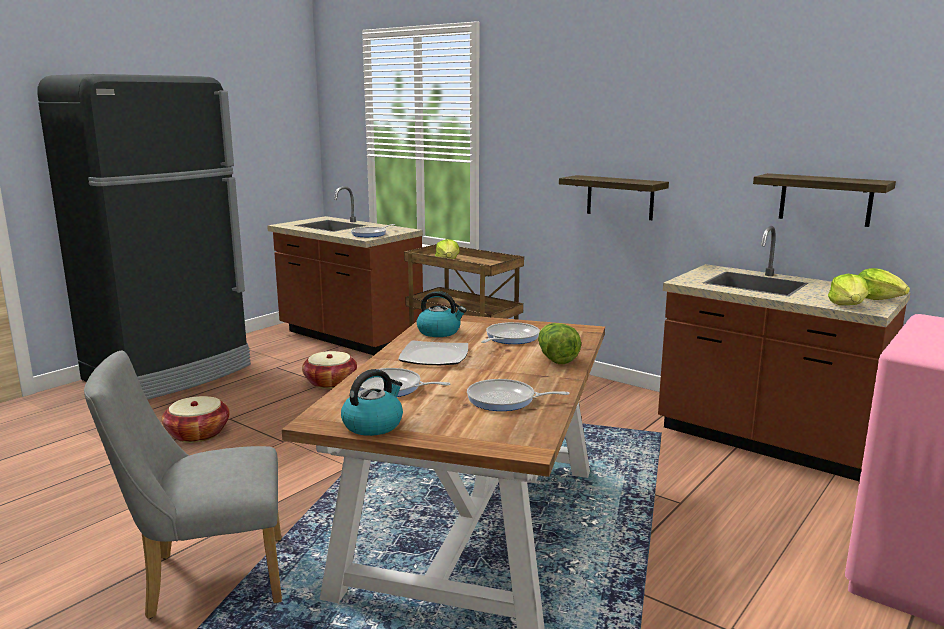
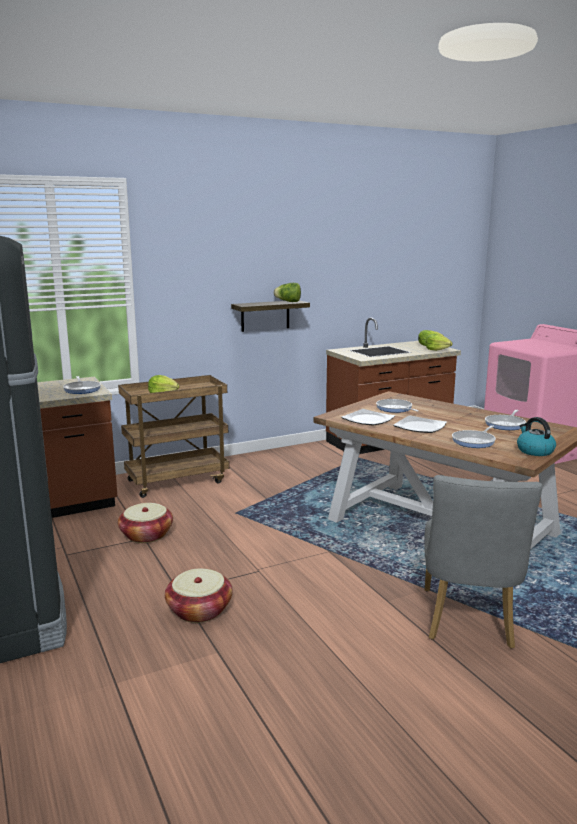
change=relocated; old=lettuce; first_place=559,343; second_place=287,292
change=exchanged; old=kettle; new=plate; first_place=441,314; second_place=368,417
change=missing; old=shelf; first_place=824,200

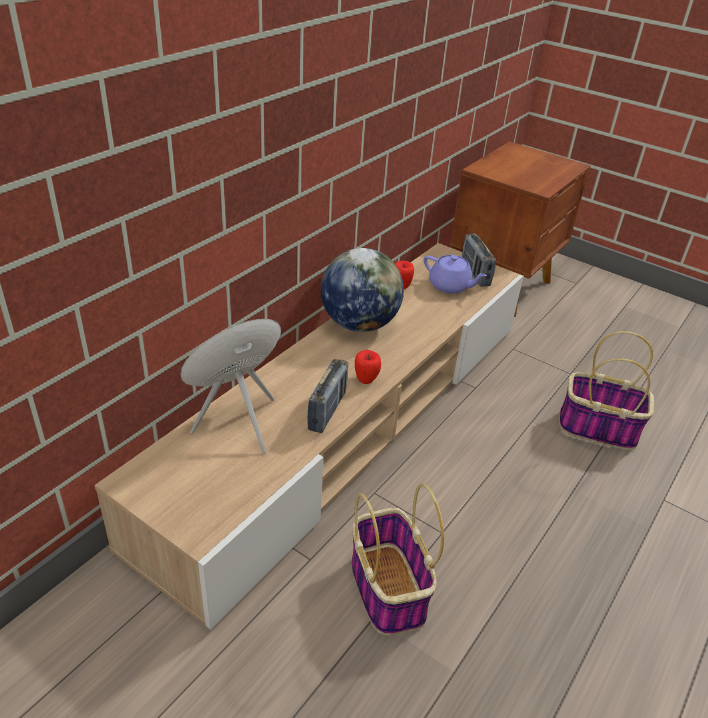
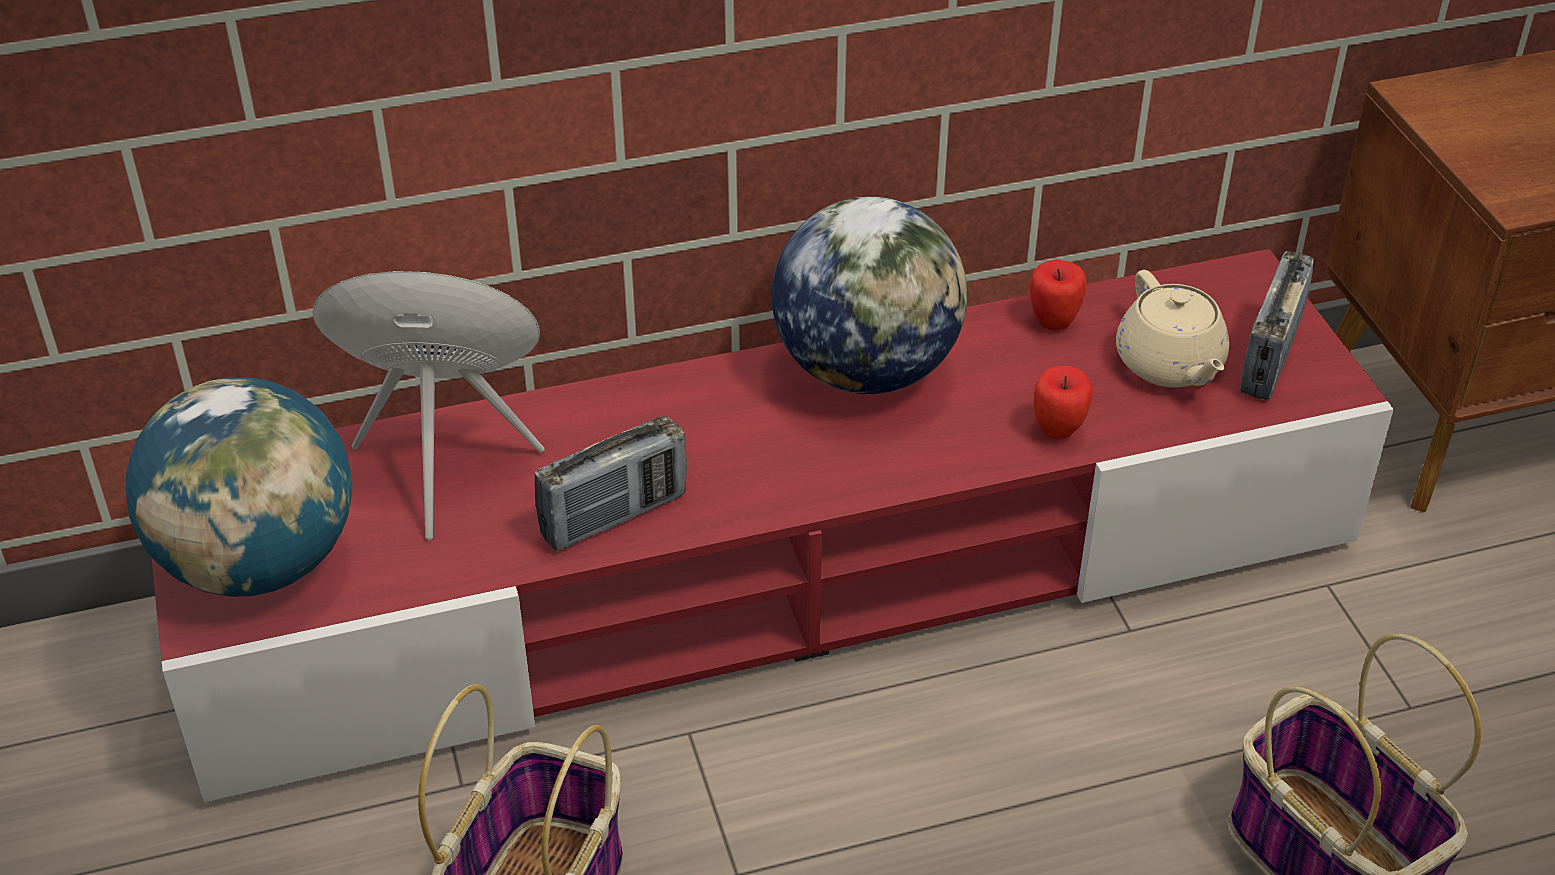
change=appeared; new=globe; second_place=239,486
change=colour; old=tv stand (beige); new=tv stand (red); first_place=309,436; second_place=772,526
change=relocated; old=apple; first_place=368,367; second_place=1063,403
change=colour; old=teapot (purple); new=teapot (beige); first_place=455,274; second_place=1172,329

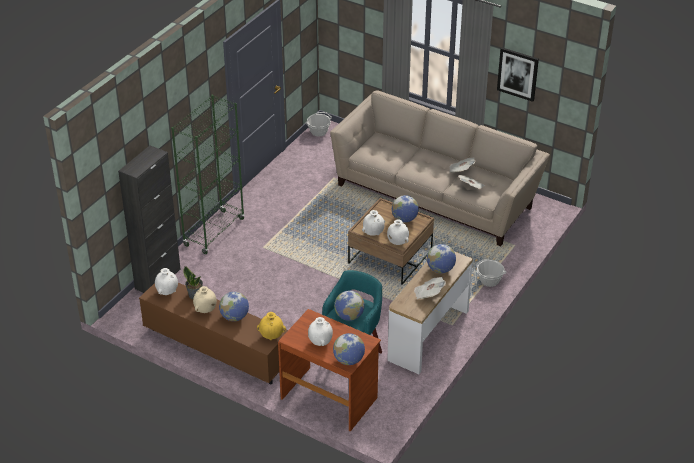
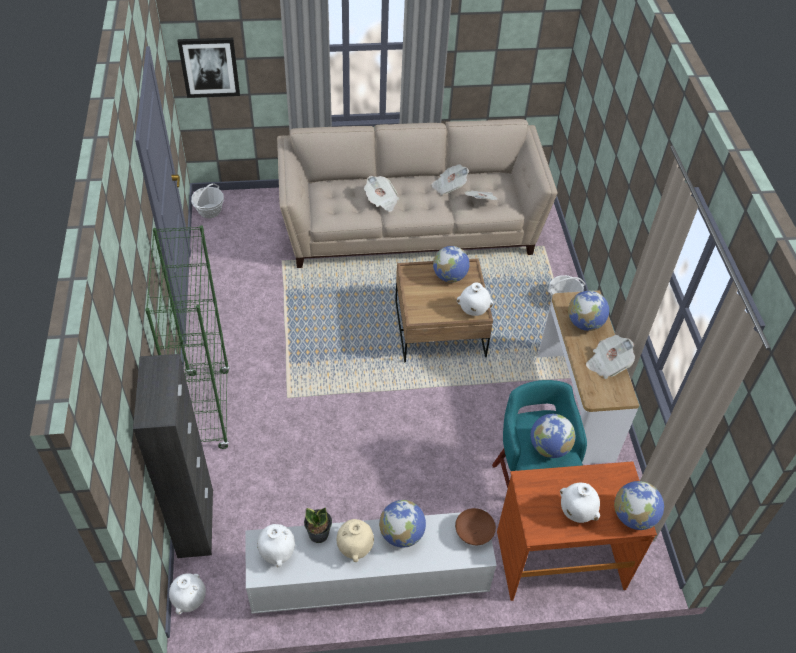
change=relocated; old=vase (white); first_place=373,223; second_place=187,593
change=relocated; old=picture; first_place=518,75; second_place=209,68
change=colour; old=tv stand (brown); new=tv stand (white); first_place=213,333; second_place=371,562
change=appeared; new=newspaper; second_place=382,194
change=exchanged; old=vase (yellow); new=bowl (brown); first_place=271,326; second_place=475,526

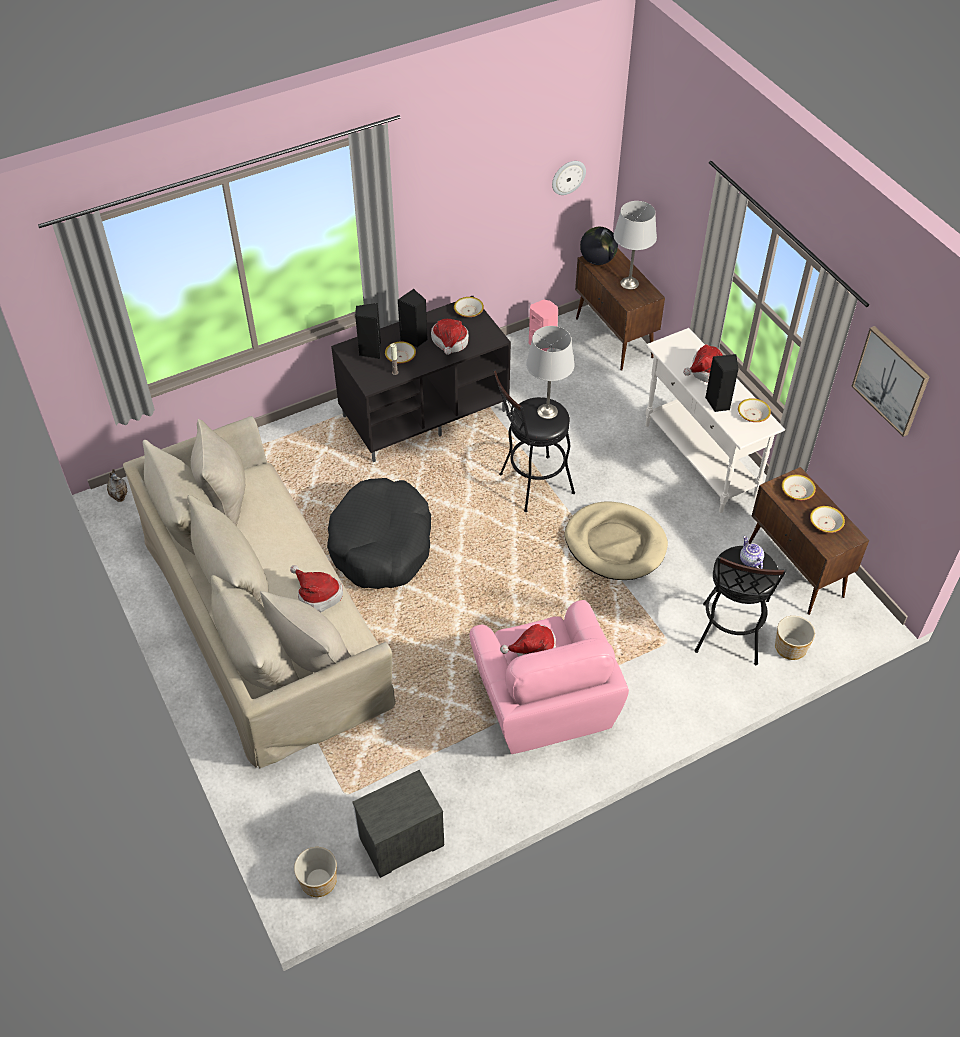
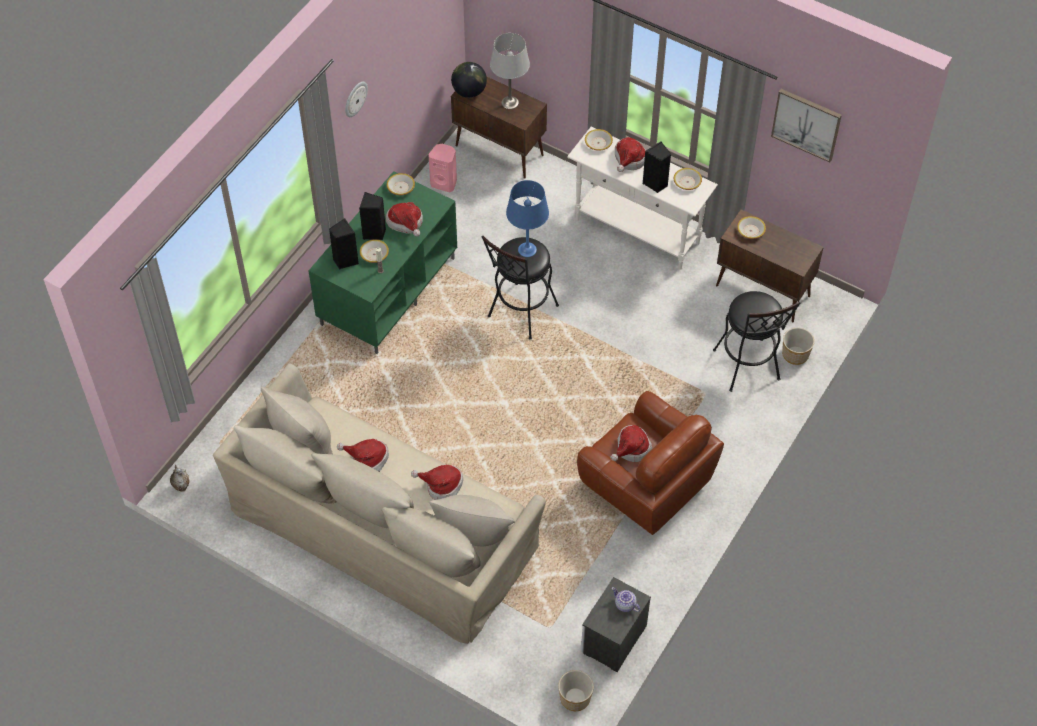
change=colour; old=tv stand (black); new=tv stand (green); first_place=421,379; second_place=383,262
change=appeared; new=hat; second_place=363,455
change=relocated; old=wall clock; first_place=569,178; second_place=356,99
change=colour; old=table lamp (grey); new=table lamp (blue); first_place=550,372; second_place=527,218
change=colour; old=armchair (pink); new=armchair (brown); first_place=549,677; second_place=650,463
change=relocated; old=bowl; first_place=827,519; second_place=599,140
change=relocated; old=teapot; first_place=752,552; second_place=626,599
change=missing; old=dog bed (black); first_place=379,533
change=missing; old=dog bed (beige); first_place=616,540

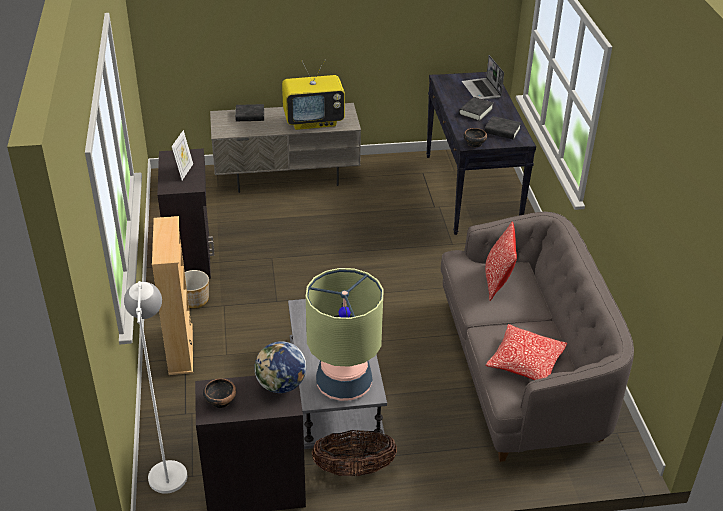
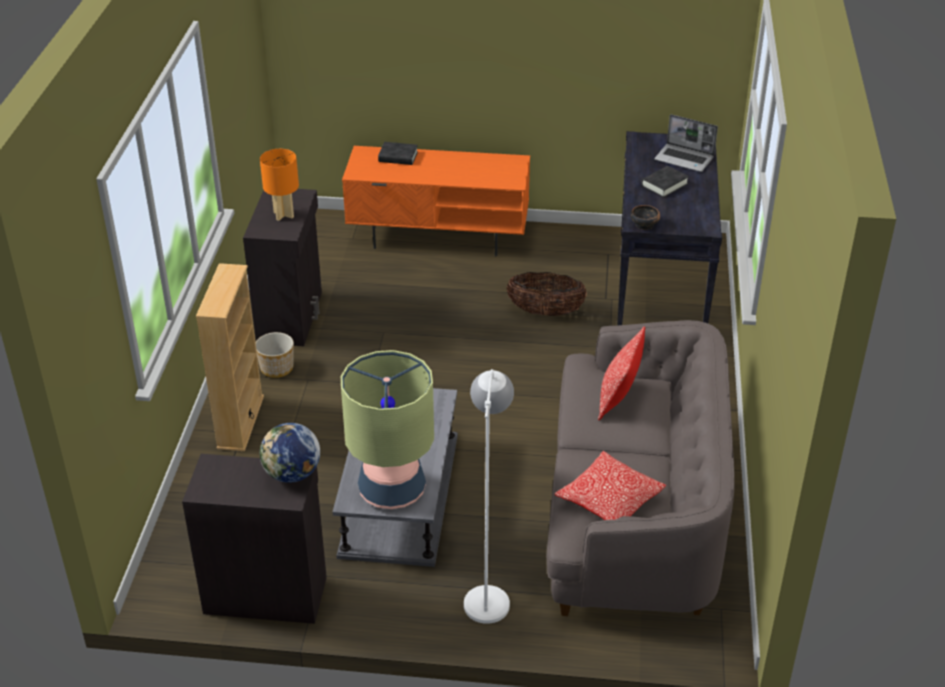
change=exchanged; old=picture frame; new=table lamp (orange); first_place=182,155; second_place=279,185
change=colour; old=tv stand (grey); new=tv stand (orange); first_place=285,148; second_place=436,201
change=relocated; old=floor lamp (white); first_place=155,387; second_place=489,496
change=relocated; old=basket; first_place=354,453; second_place=547,294
change=spun; old=laptop; first_place=483,77; second_place=686,143; degrees=-60
change=missing; old=bowl; first_place=219,393
change=missing; old=television; first_place=313,95
change=missing; old=book (black); first_place=503,128

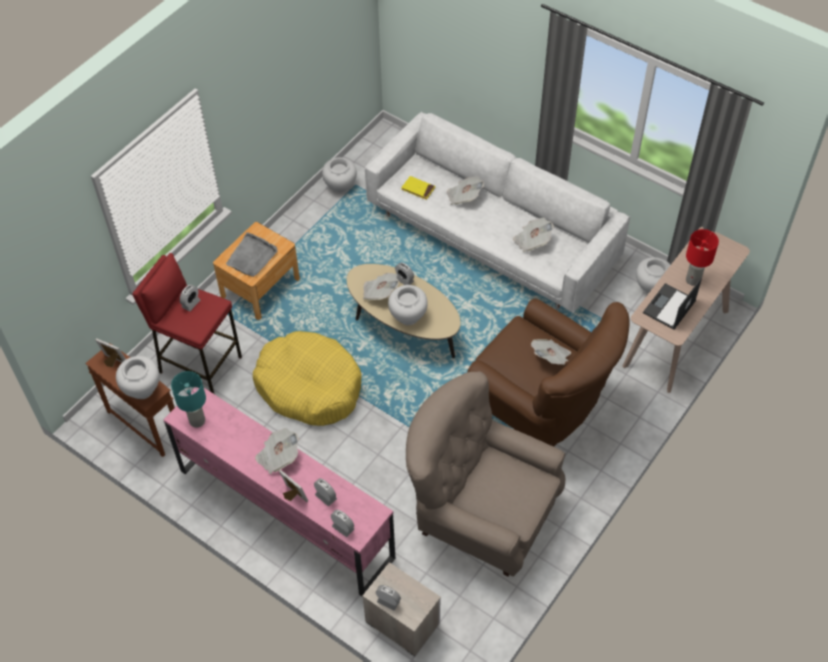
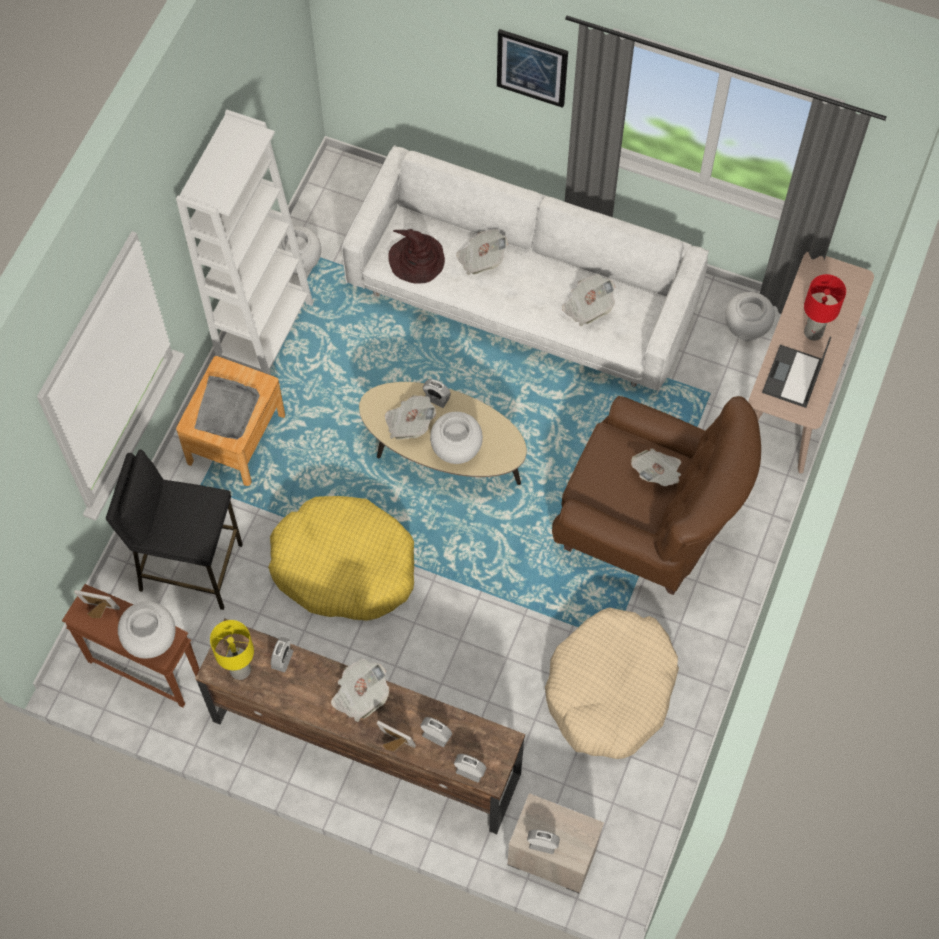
change=colour; old=stool (red); new=stool (black); first_place=187,323; second_place=174,529
change=appeared; new=bookcase (white); second_place=244,242
change=colour; old=tv stand (pink); new=tv stand (brown); first_place=279,491; second_place=360,726
change=colour; old=table lamp (turquoise); new=table lamp (yellow); first_place=188,399; second_place=232,650
change=relocated; old=alarm clock; first_place=190,298; second_place=282,654
change=exchanged; old=book (yellow); new=hat (brown); first_place=418,188; second_place=416,256
change=appeared; new=picture; second_place=532,68
change=exchanged; old=armchair (beige); new=dog bed (beige); first_place=485,473; second_place=612,683

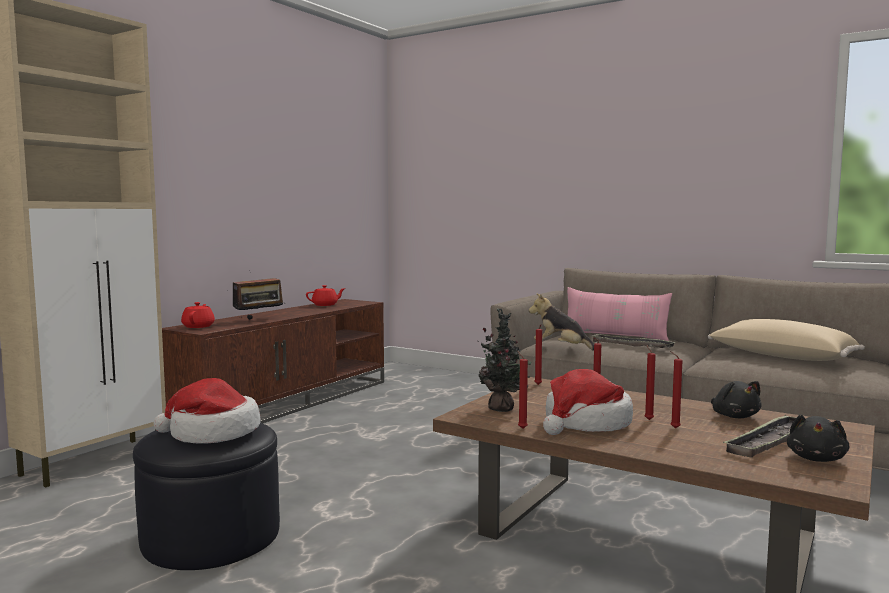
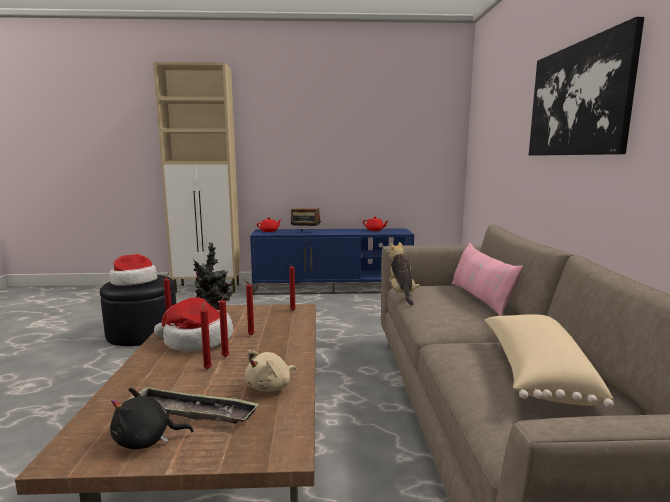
change=colour; old=plush toy (black); new=plush toy (beige); first_place=736,399; second_place=270,371
change=colour; old=tv stand (brown); new=tv stand (blue); first_place=273,361; second_place=332,261
change=appeared; new=picture; second_place=586,86
change=missing; old=tray; first_place=633,340

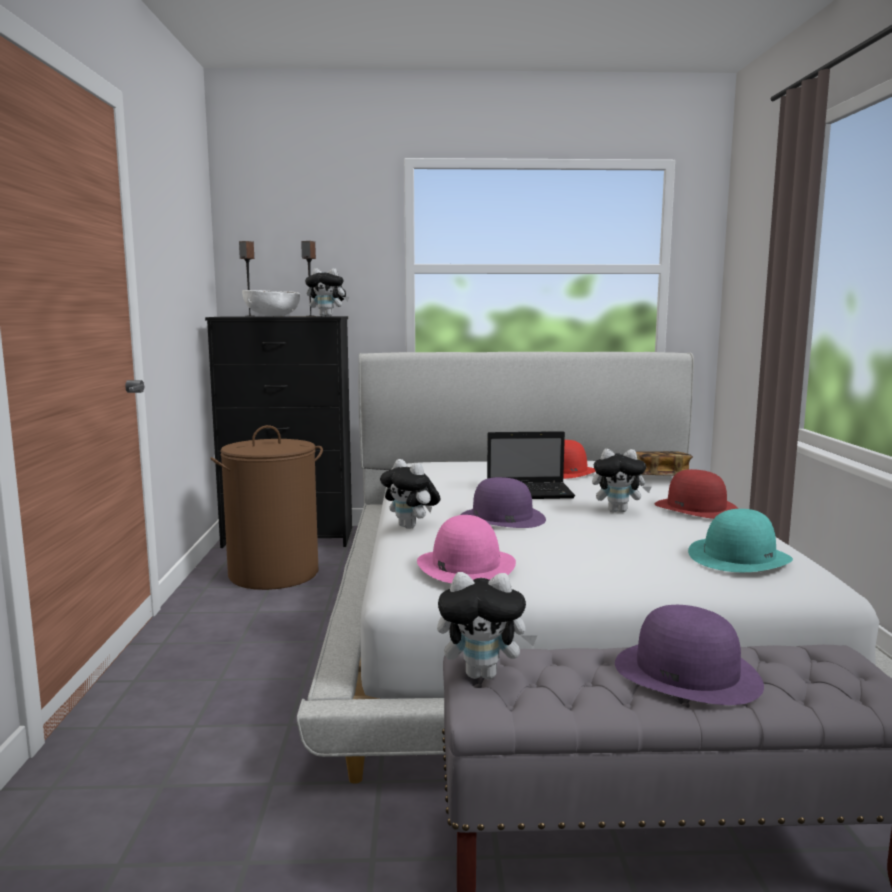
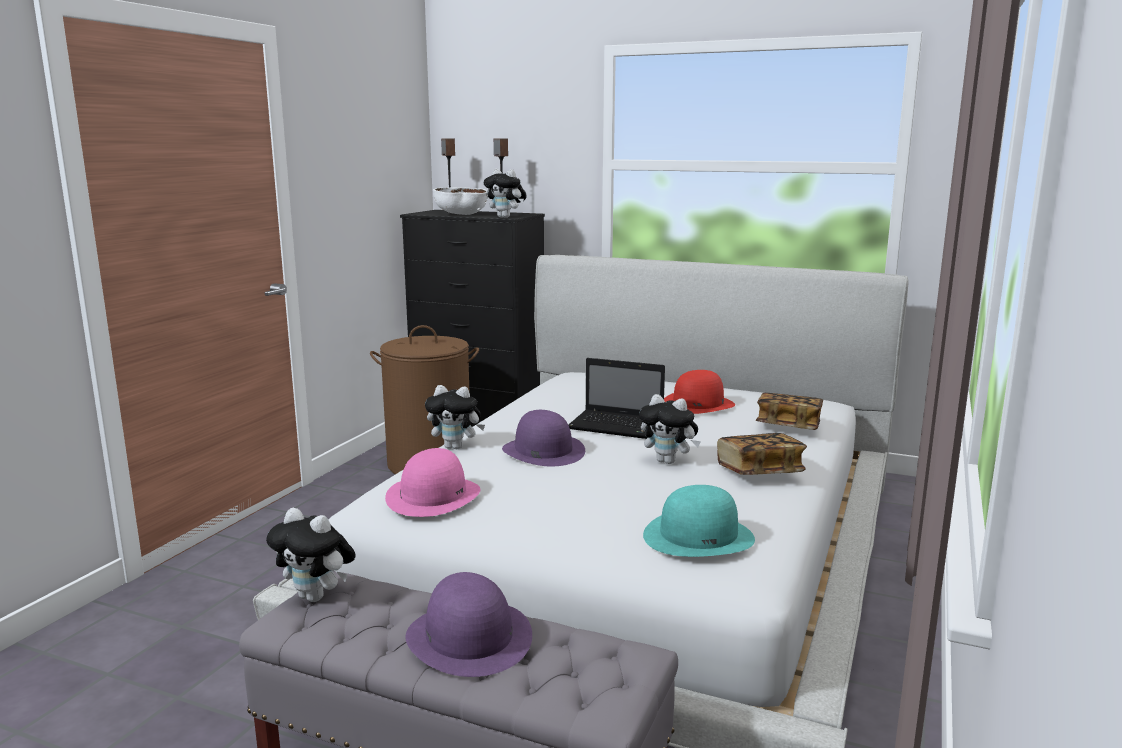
change=spun; old=plush toy; first_place=410,494; second_place=455,417; degrees=-60
change=exchanged; old=hat (red); new=book; first_place=697,494; second_place=762,454

